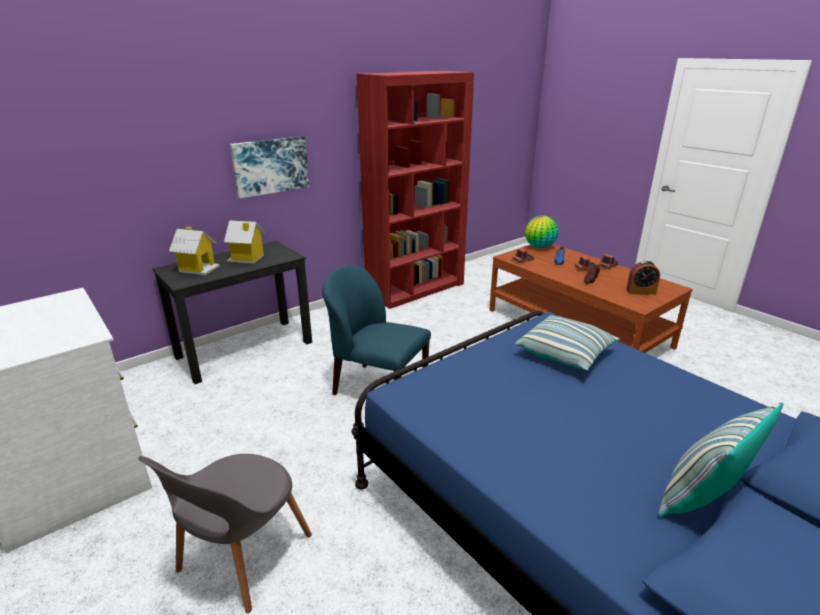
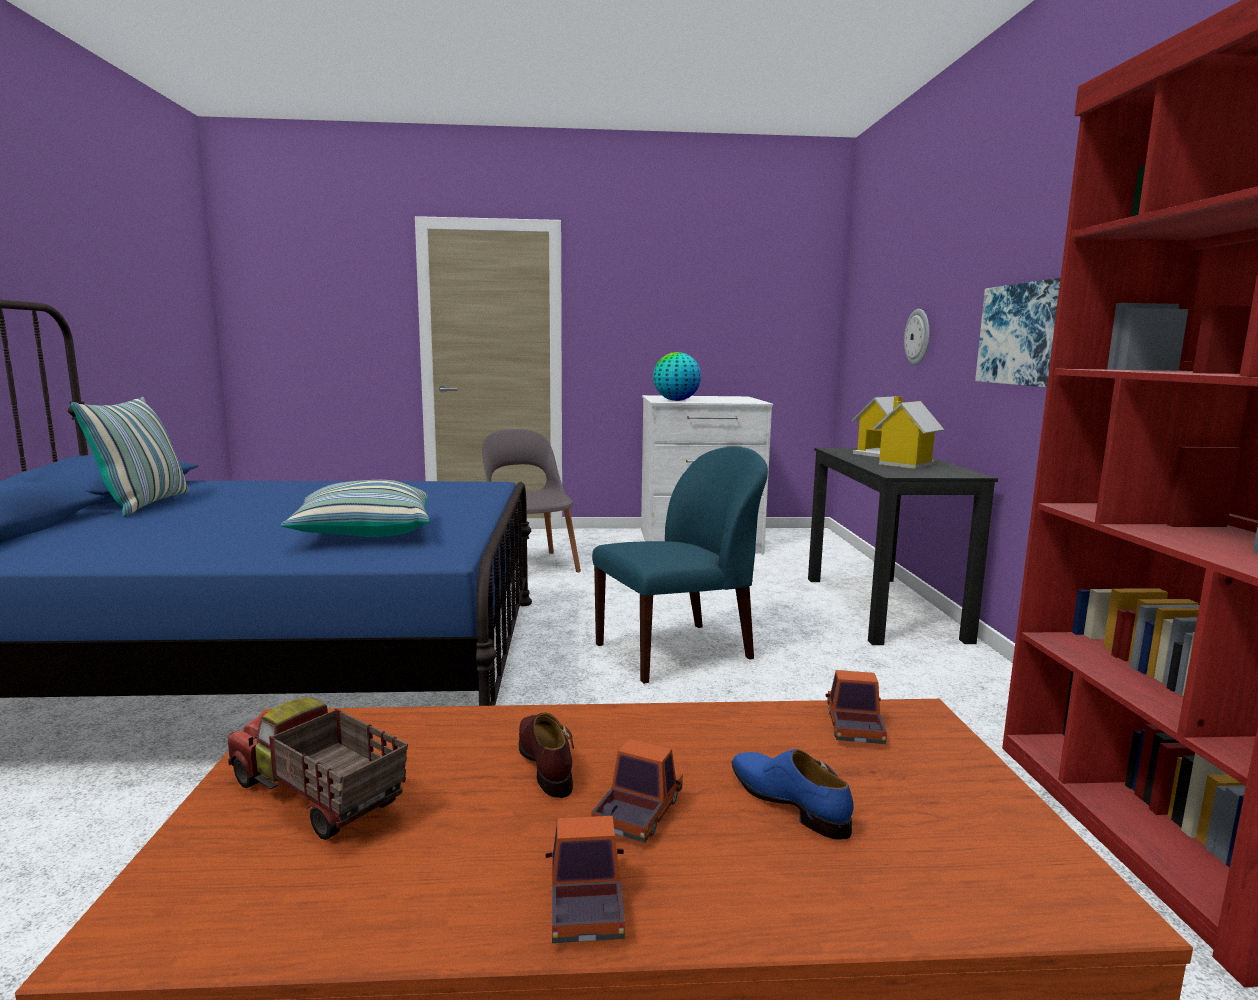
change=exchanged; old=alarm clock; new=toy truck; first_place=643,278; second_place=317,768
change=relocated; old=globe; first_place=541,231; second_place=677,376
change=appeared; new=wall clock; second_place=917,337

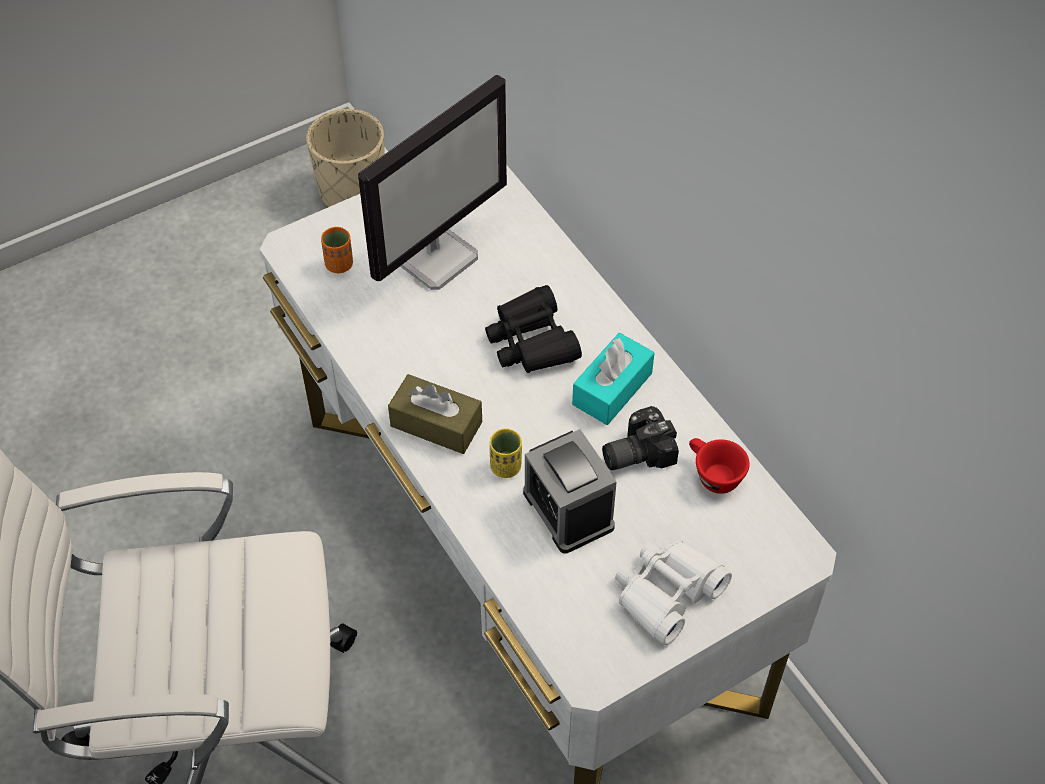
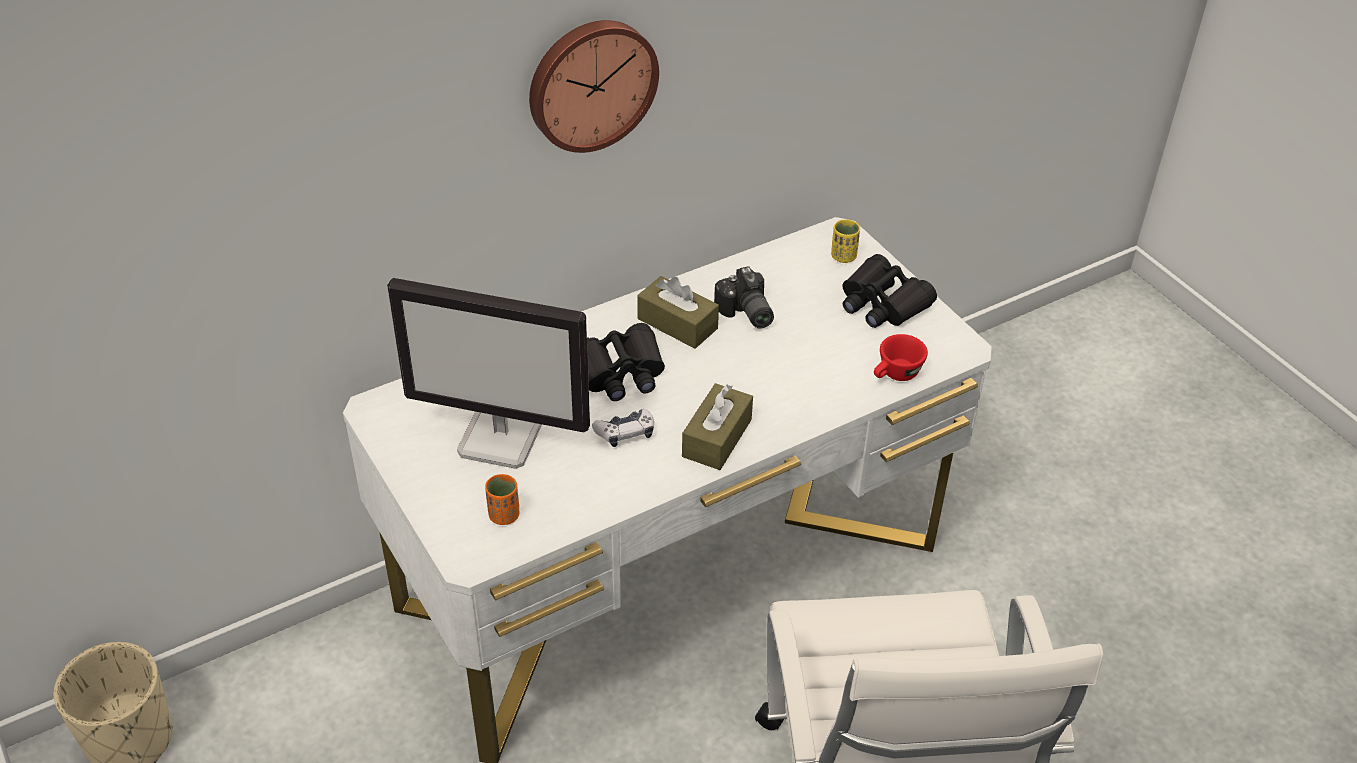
change=spun; old=monitor; first_place=432,182; second_place=488,373; degrees=150
change=appeared; new=wall clock; second_place=594,86
change=appeared; new=game controller; second_place=623,427
change=colour; old=tissue box (turquoise); new=tissue box (brown); first_place=613,379; second_place=678,312
change=relocated; old=cup (yellow); first_place=506,453; second_place=845,241
change=colour; old=binoculars (white); new=binoculars (black); first_place=673,592; second_place=889,291
change=relocated; old=cup (red); first_place=719,466; second_place=901,357
change=missing; old=alarm clock; first_place=570,491

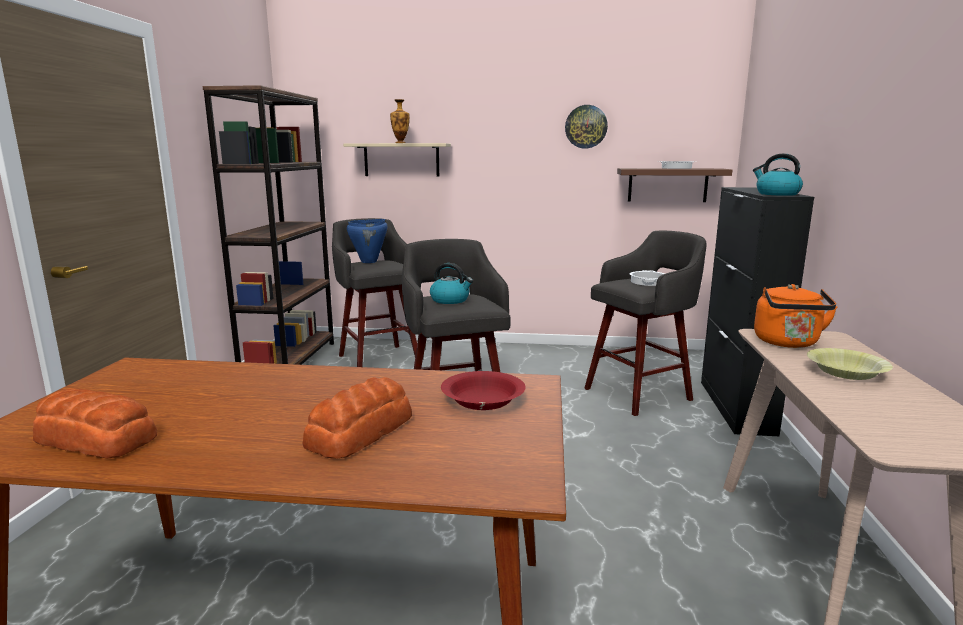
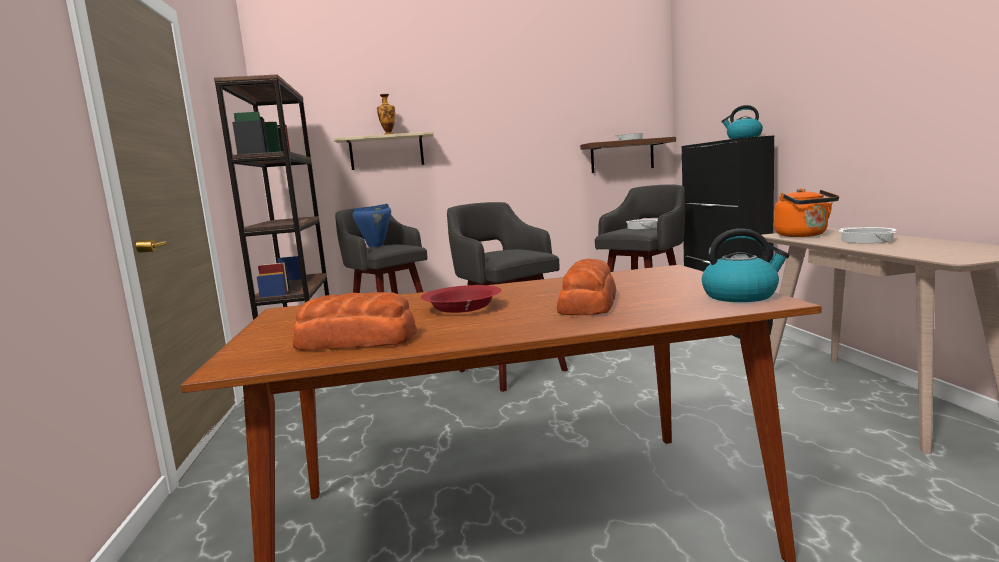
change=relocated; old=bowl (red); first_place=483,390; second_place=461,299
change=relocated; old=kettle; first_place=451,283; second_place=746,265
change=exchanged; old=bowl (yellow); new=cooking pot; first_place=850,364; second_place=868,235
change=missing; old=wall clock; first_place=586,127

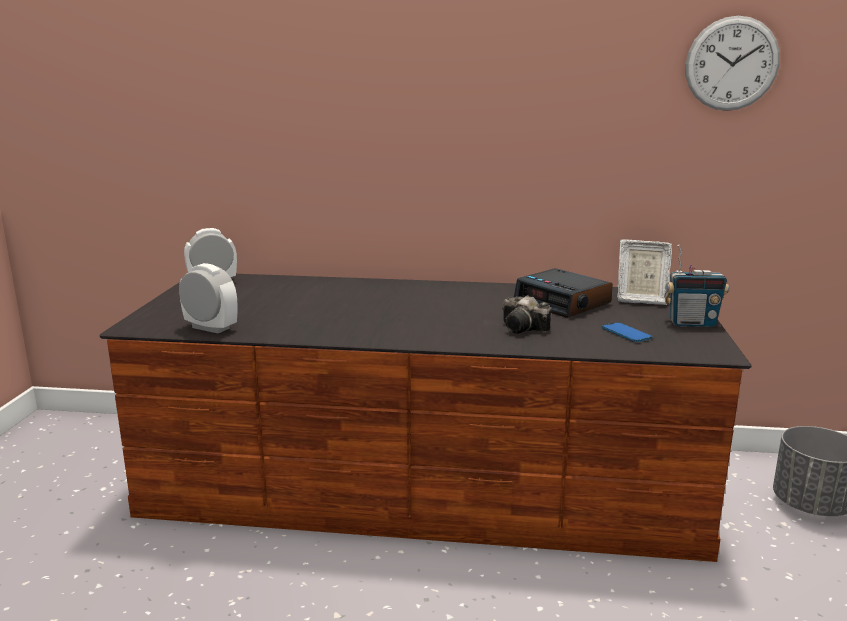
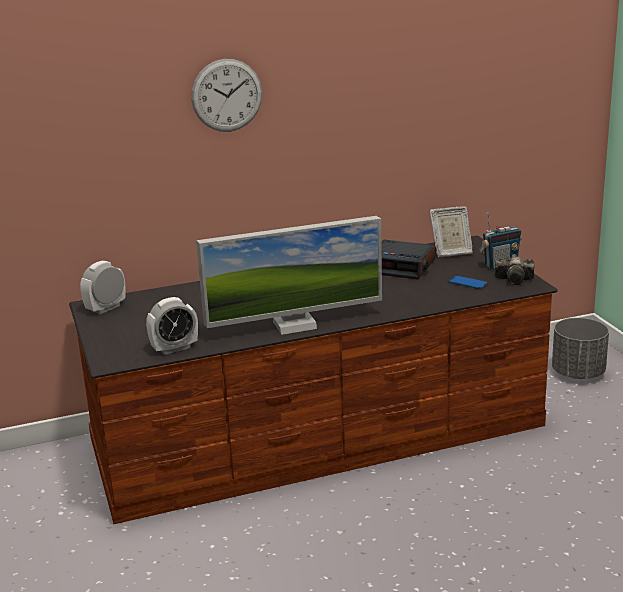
change=spun; old=alarm clock; first_place=208,298; second_place=172,326; degrees=150
change=relocated; old=wall clock; first_place=732,63; second_place=226,95
change=appeared; new=monitor; second_place=289,275
change=relocated; old=photo camera; first_place=526,314; second_place=514,270

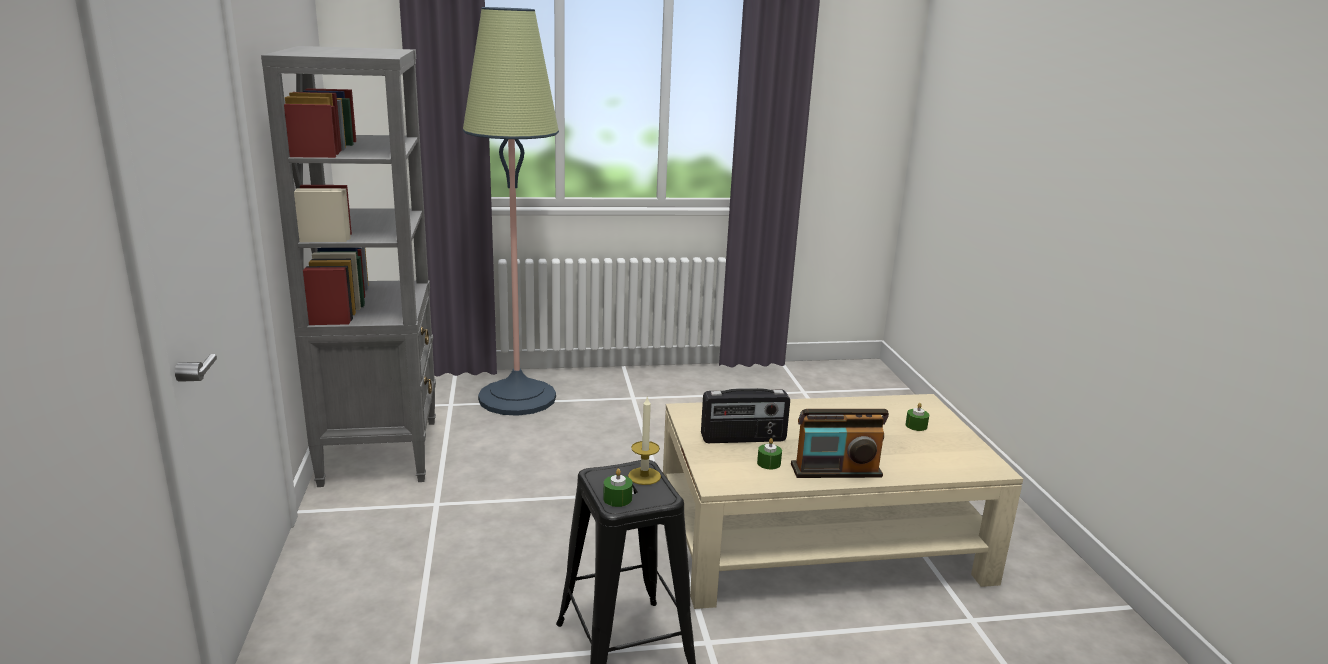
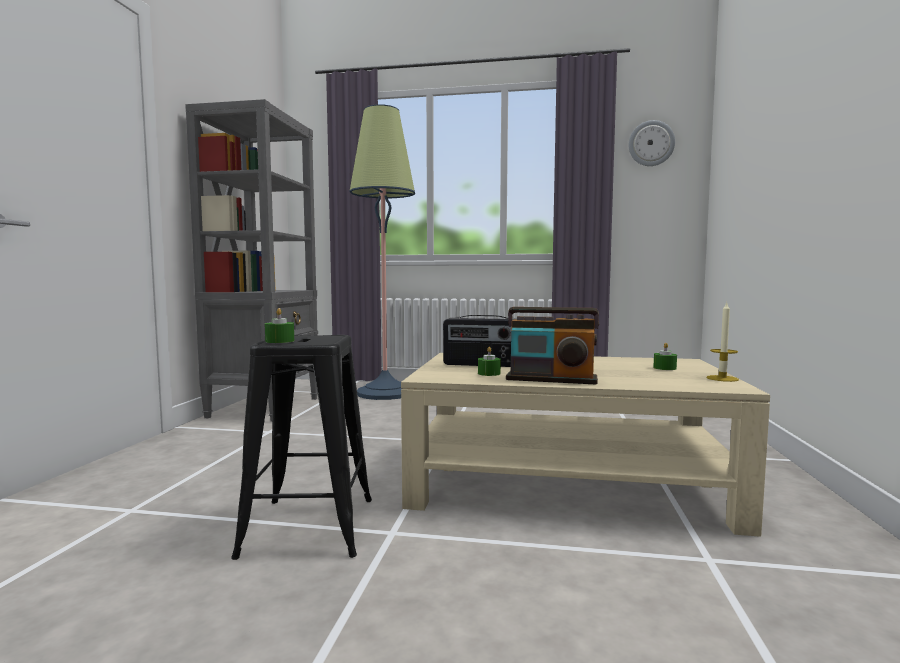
change=appeared; new=wall clock; second_place=652,143
change=relocated; old=candle; first_place=644,440; second_place=723,341

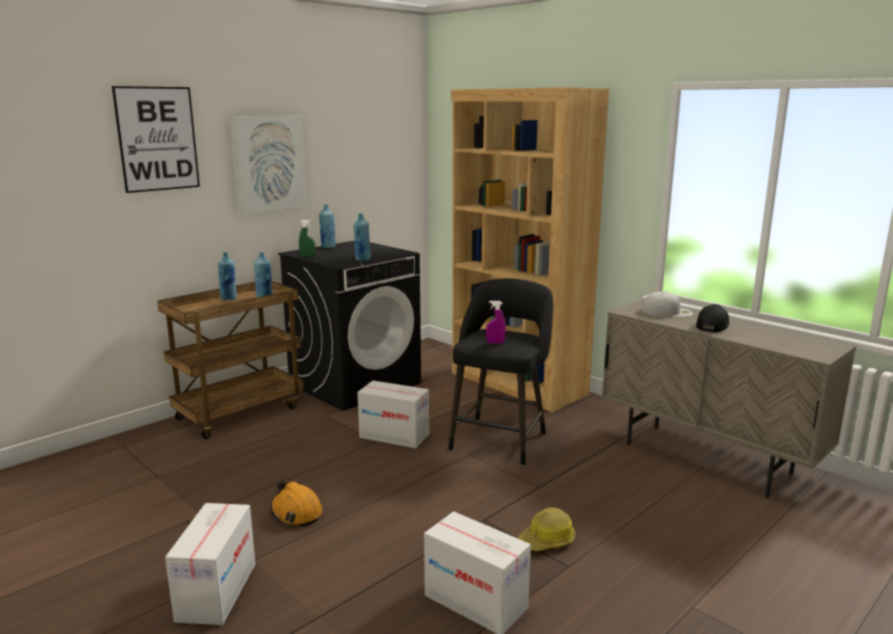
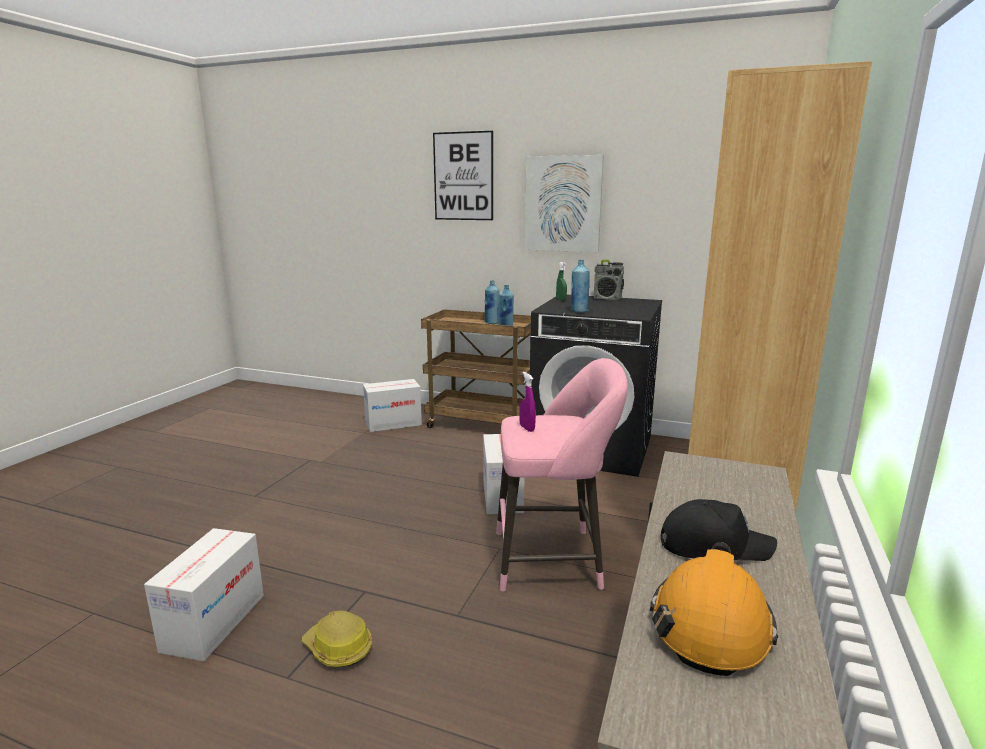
change=relocated; old=cardboard box; first_place=210,564; second_place=392,405
change=colour; old=stool (black); new=stool (pink); first_place=501,372; second_place=562,475
change=exchanged; old=bottle (blue); new=radio; first_place=327,227; second_place=609,279
change=relocated; old=hard hat (orange); first_place=296,504; second_place=714,609
change=missing; old=cap (white); first_place=667,304

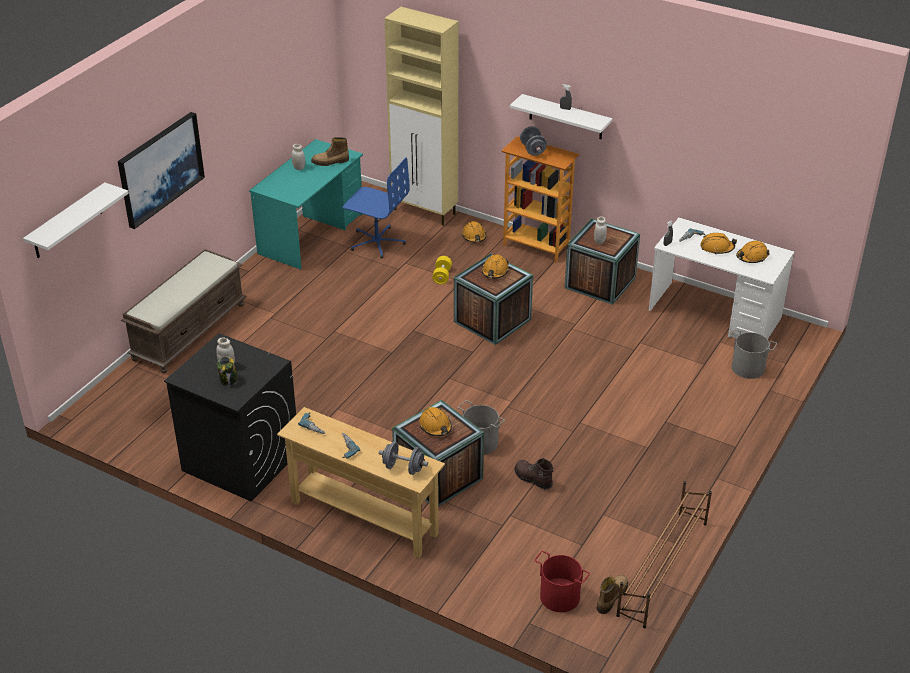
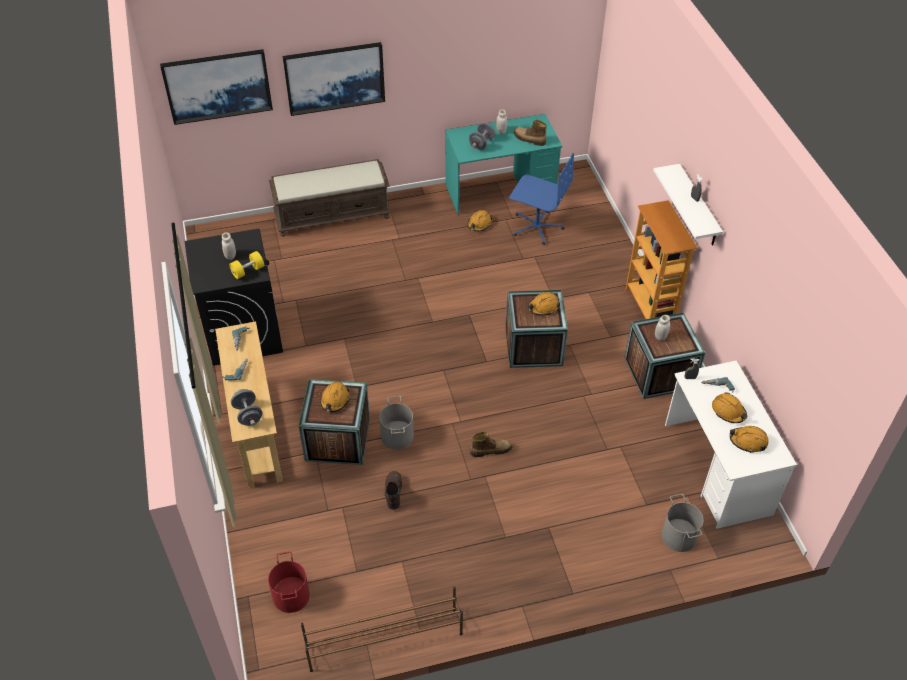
change=exchanged; old=shelf (white); new=picture; first_place=76,220; second_place=216,87
change=relocated; old=dumbbell (yellow); first_place=442,270; second_place=246,265
change=relocated; old=hard hat (orange); first_place=474,231; second_place=480,220
change=relocated; old=dumbbell (grey); first_place=533,141; second_place=482,136
change=relocated; old=boot; first_place=612,594; second_place=491,444
change=spun; old=office chair (blue); first_place=376,207; second_place=541,199; degrees=-45
change=missing; old=jar; first_place=227,371
change=missing; old=cabinet (beige); first_place=421,116

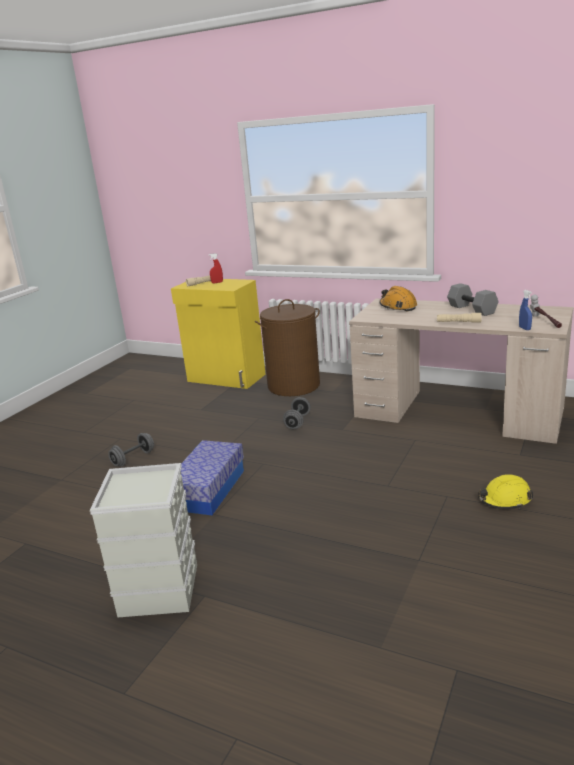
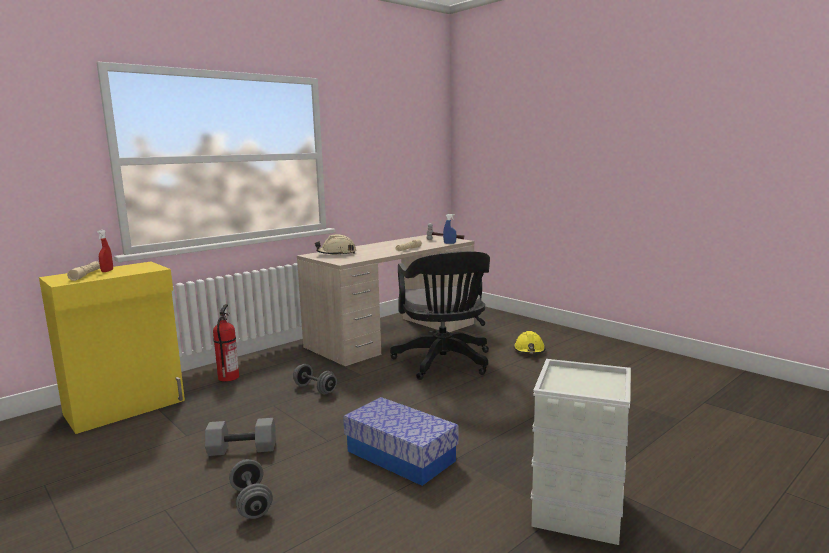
change=relocated; old=dumbbell (grey); first_place=473,299; second_place=240,437
change=exchanged; old=laundry basket (brown); new=fire extinguisher; first_place=287,347; second_place=226,343
change=colour; old=hard hat (orange); new=hard hat (beige); first_place=398,298; second_place=335,244
change=appeared; new=office chair (black); second_place=440,315

